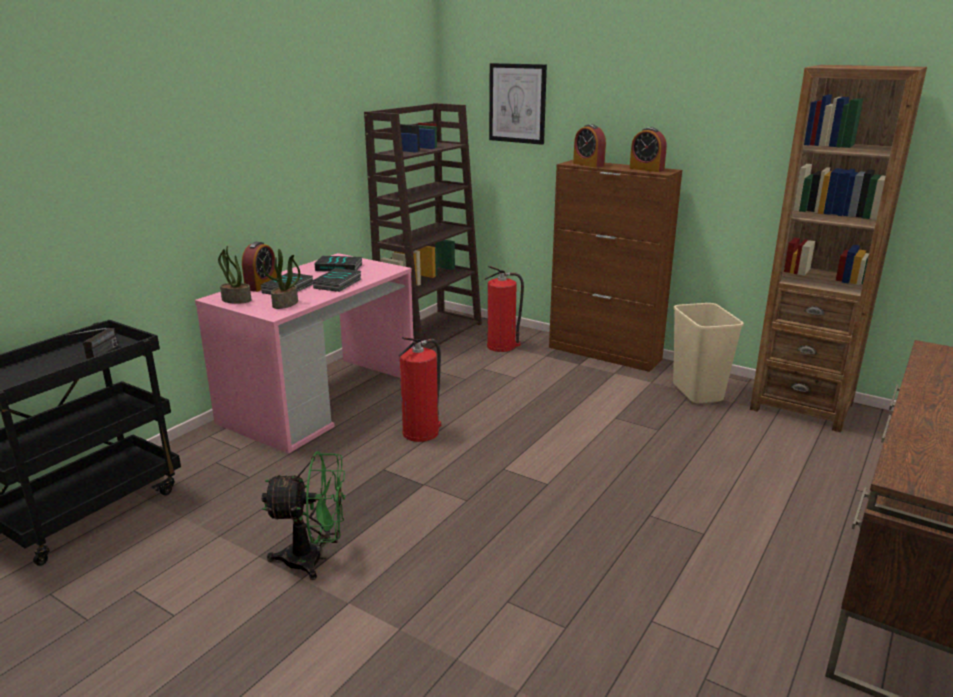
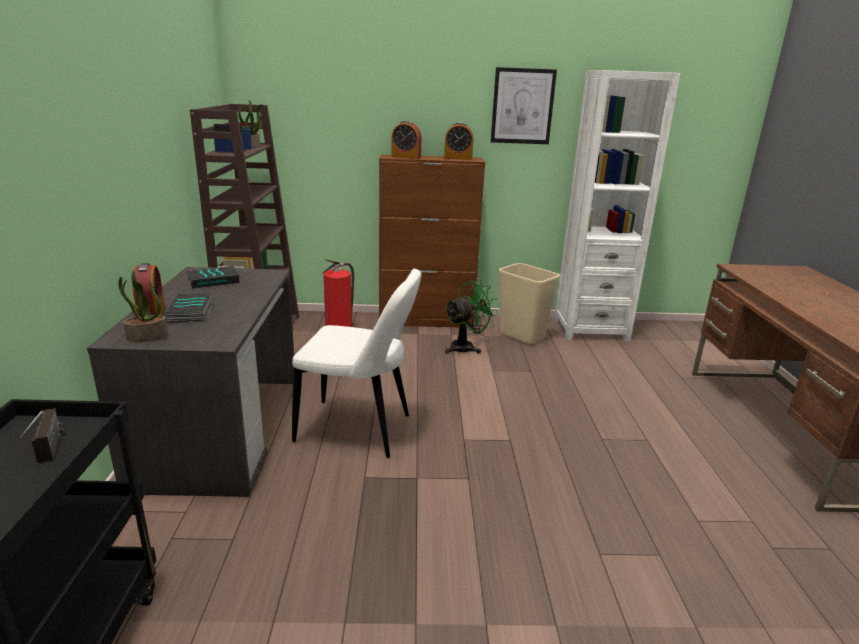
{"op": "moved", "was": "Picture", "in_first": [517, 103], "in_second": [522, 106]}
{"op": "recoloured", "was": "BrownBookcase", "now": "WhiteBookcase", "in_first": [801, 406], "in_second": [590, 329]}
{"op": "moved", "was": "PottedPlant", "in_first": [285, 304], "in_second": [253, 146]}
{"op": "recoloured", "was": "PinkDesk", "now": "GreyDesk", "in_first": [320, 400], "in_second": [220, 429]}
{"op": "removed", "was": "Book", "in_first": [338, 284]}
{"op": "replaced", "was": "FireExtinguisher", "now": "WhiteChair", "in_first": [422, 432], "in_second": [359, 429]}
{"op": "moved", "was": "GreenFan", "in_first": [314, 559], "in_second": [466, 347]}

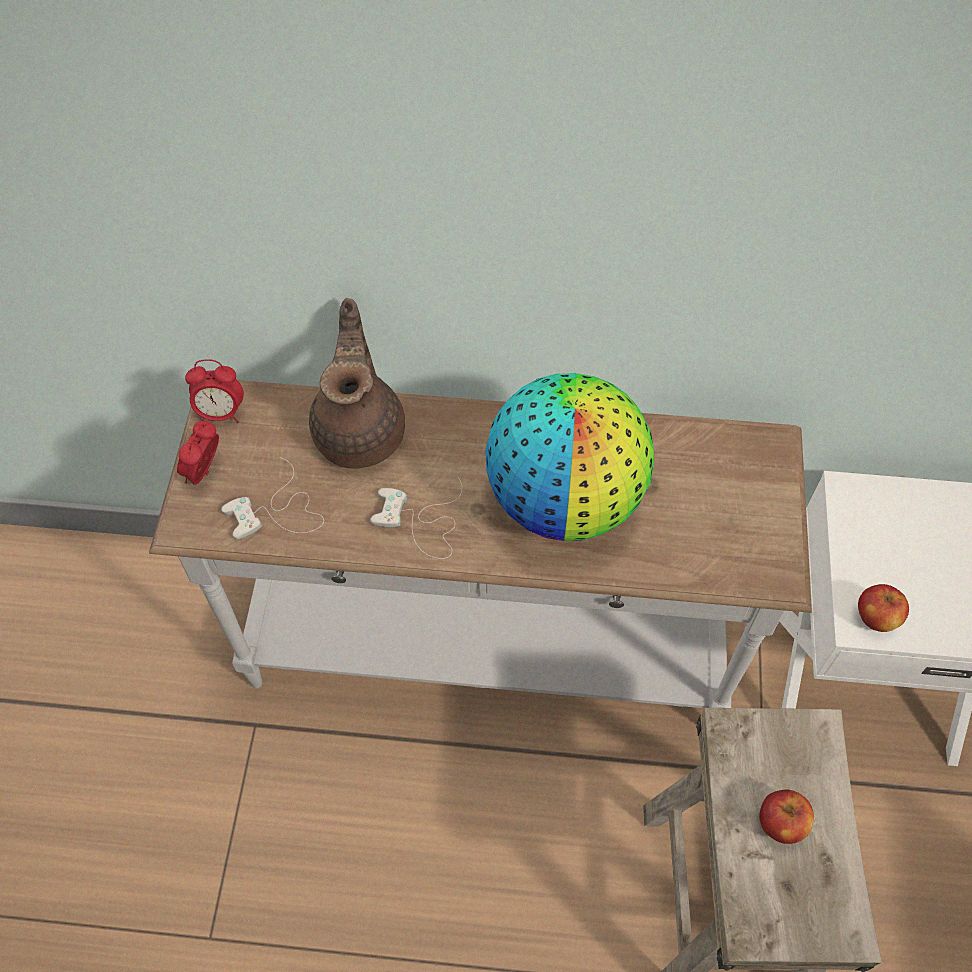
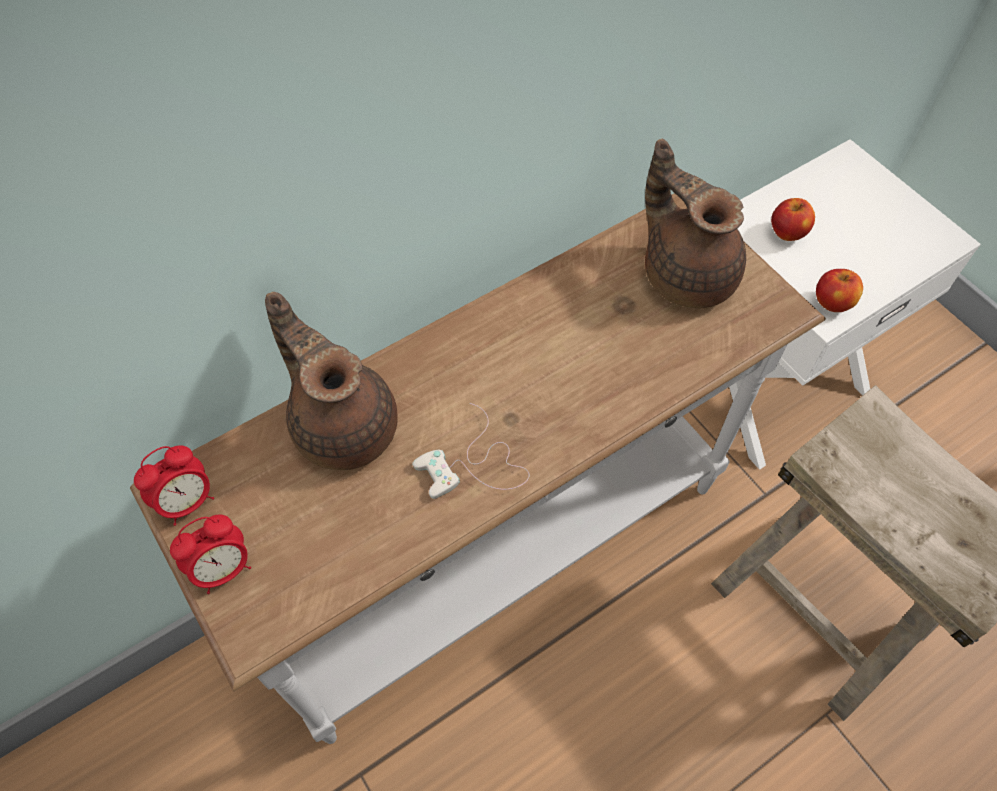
{"op": "removed", "was": "Globe", "in_first": [564, 499]}
{"op": "turned", "was": "AlarmClock", "in_first": [205, 472], "in_second": [223, 569], "clockwise": -105}
{"op": "removed", "was": "WhiteGameController", "in_first": [277, 511]}
{"op": "moved", "was": "Apple", "in_first": [780, 823], "in_second": [787, 233]}
{"op": "added", "now": "BrownTeapot", "in_second": [686, 273]}

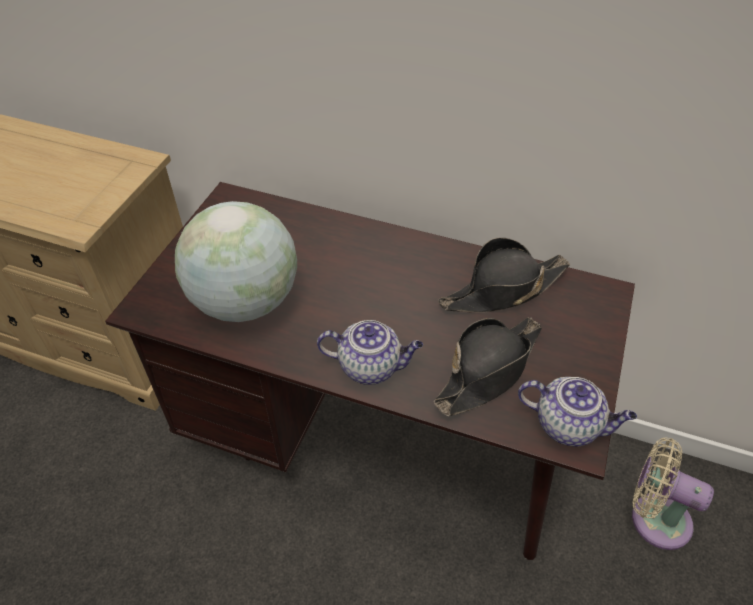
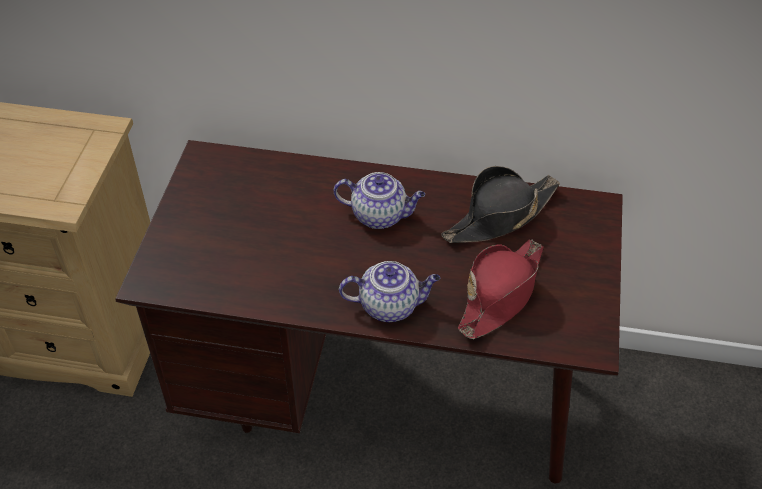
{"op": "removed", "was": "Globe", "in_first": [245, 302]}
{"op": "recoloured", "was": "BlackHat", "now": "RedHat", "in_first": [489, 370], "in_second": [501, 293]}
{"op": "moved", "was": "Teapot", "in_first": [568, 425], "in_second": [380, 215]}
{"op": "removed", "was": "BeigeFan", "in_first": [654, 517]}

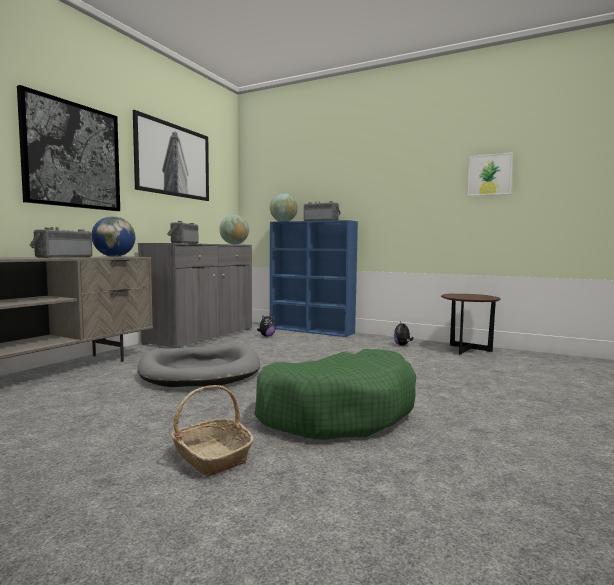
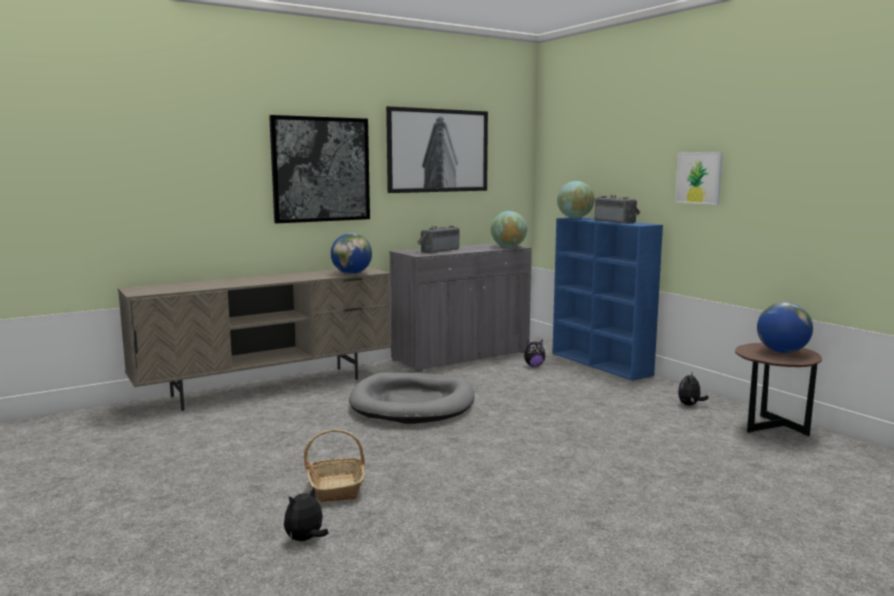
{"op": "moved", "was": "Picture", "in_first": [489, 175], "in_second": [699, 178]}
{"op": "removed", "was": "Radio", "in_first": [62, 257]}
{"op": "removed", "was": "GreenDogBed", "in_first": [337, 412]}
{"op": "added", "now": "Globe", "in_second": [782, 352]}
{"op": "added", "now": "PlushToy", "in_second": [305, 540]}

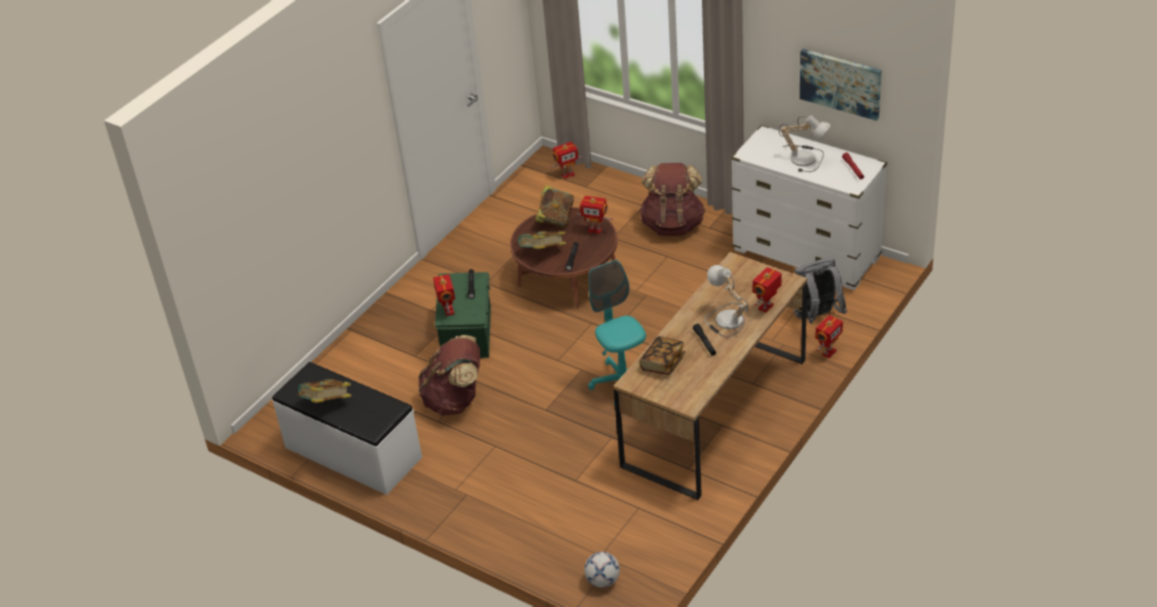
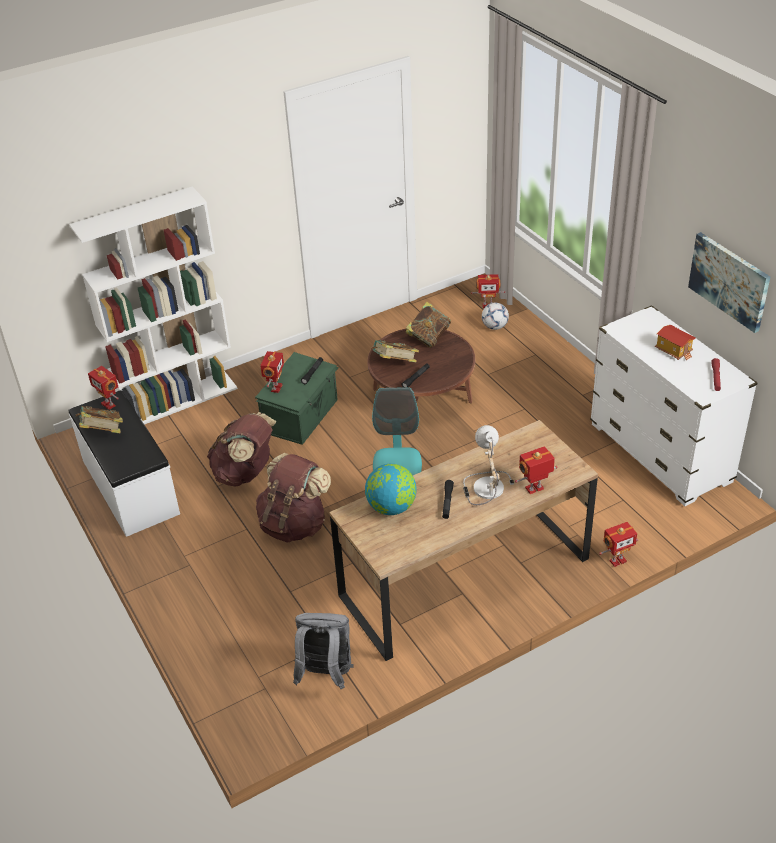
{"op": "replaced", "was": "TableLamp", "now": "ToyHouse", "in_first": [805, 157], "in_second": [674, 351]}
{"op": "moved", "was": "BrownBackpack", "in_first": [673, 225], "in_second": [294, 524]}
{"op": "moved", "was": "ToyRobot", "in_first": [595, 230], "in_second": [109, 404]}
{"op": "moved", "was": "GreyBackpack", "in_first": [816, 317], "in_second": [325, 674]}
{"op": "replaced", "was": "Book", "now": "Globe", "in_first": [662, 363], "in_second": [392, 507]}
{"op": "moved", "was": "Football", "in_first": [603, 581], "in_second": [494, 327]}
{"op": "added", "now": "WhiteBookcase", "in_second": [178, 399]}

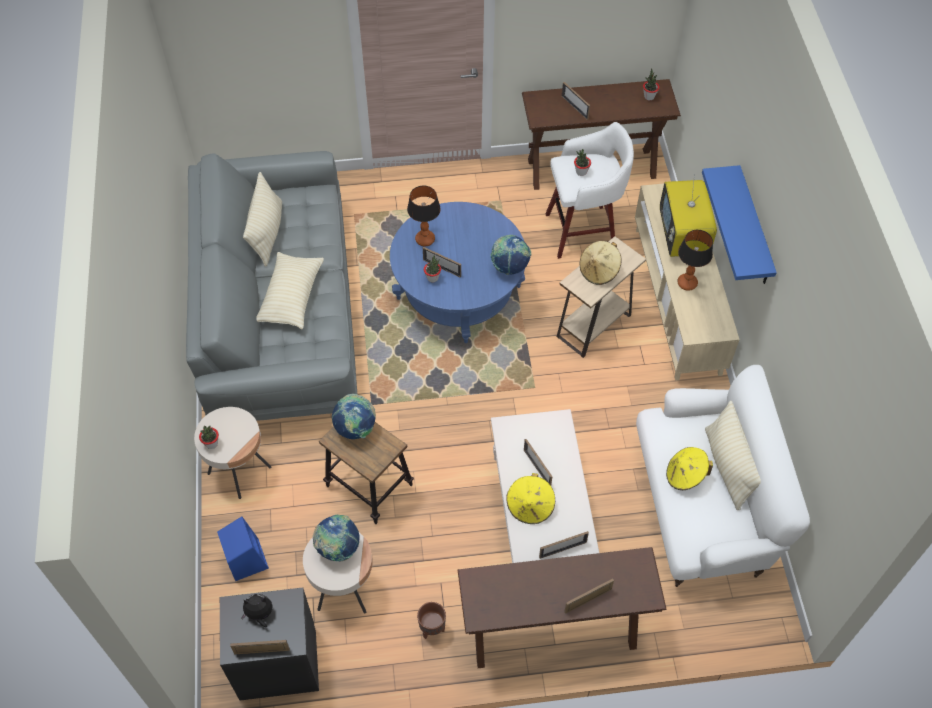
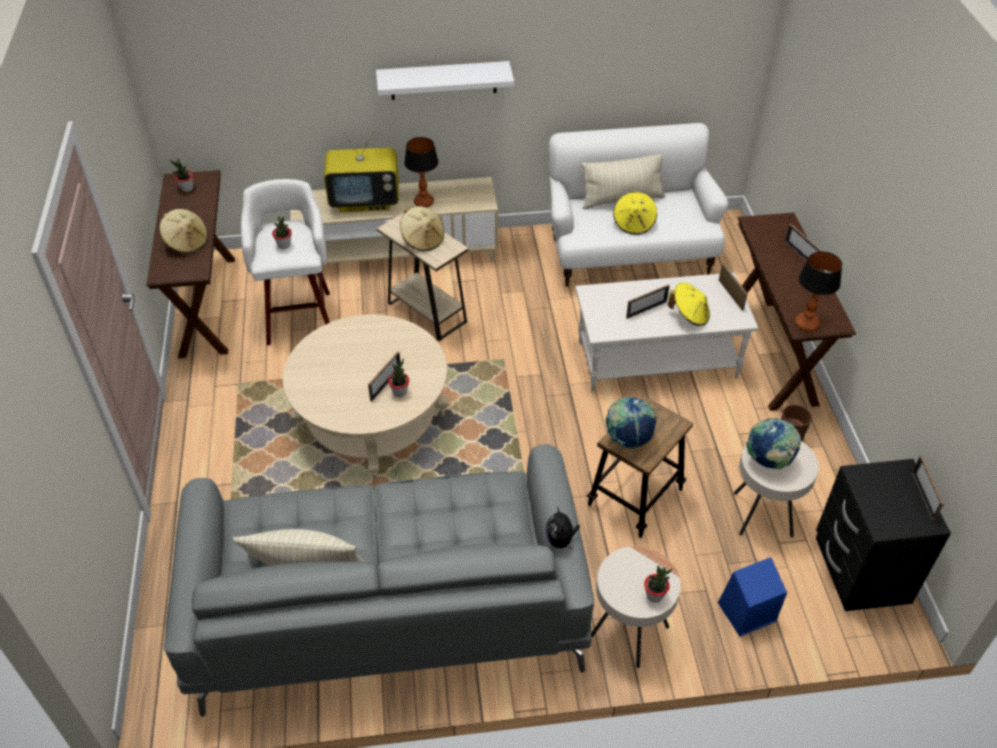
{"op": "replaced", "was": "PictureFrame", "now": "BeigeHat", "in_first": [574, 107], "in_second": [186, 242]}
{"op": "recoloured", "was": "BlueShelf", "now": "WhiteShelf", "in_first": [754, 228], "in_second": [443, 80]}
{"op": "moved", "was": "TableLamp", "in_first": [425, 239], "in_second": [806, 324]}
{"op": "recoloured", "was": "BlueCoffeeTable", "now": "BeigeCoffeeTable", "in_first": [458, 292], "in_second": [371, 422]}
{"op": "removed", "was": "Globe", "in_first": [510, 267]}
{"op": "removed", "was": "BeigePillow", "in_first": [291, 297]}
{"op": "moved", "was": "PlushToy", "in_first": [259, 614], "in_second": [560, 541]}

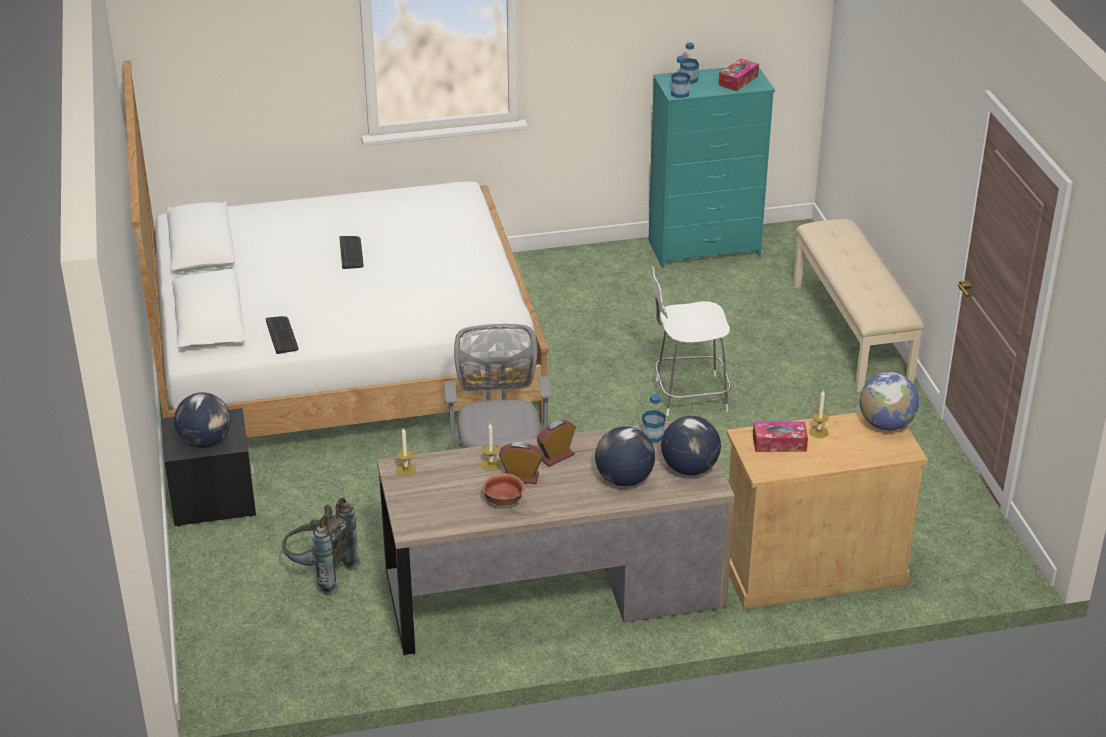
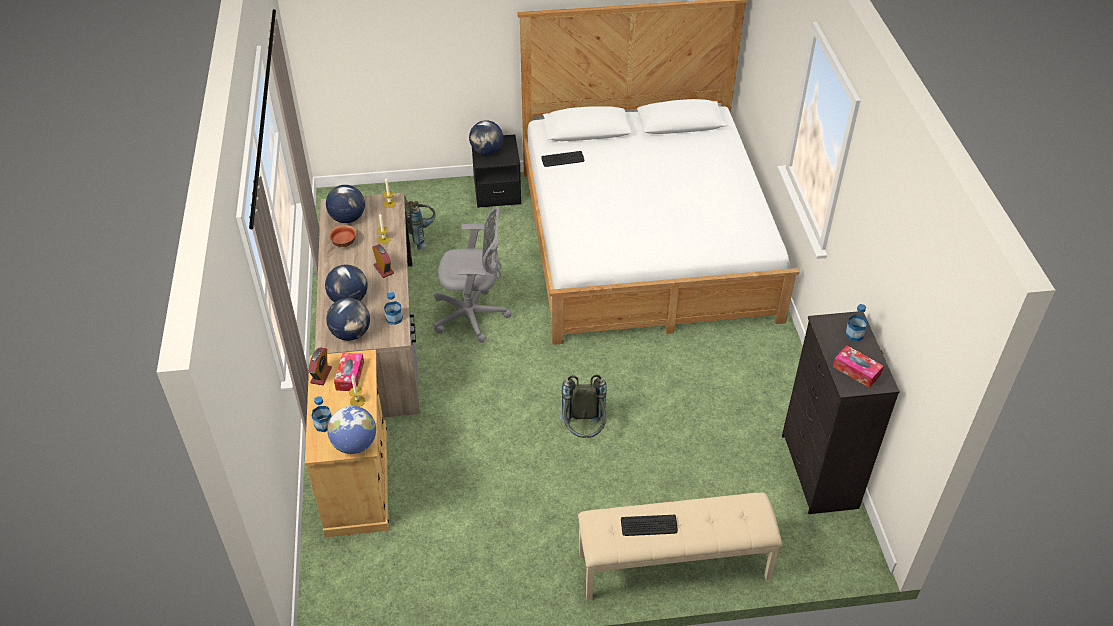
{"op": "moved", "was": "Bottle", "in_first": [680, 93], "in_second": [323, 424]}
{"op": "recoloured", "was": "TurquoiseDresser", "now": "BlackDresser", "in_first": [705, 249], "in_second": [818, 472]}
{"op": "moved", "was": "Keyboard", "in_first": [351, 253], "in_second": [649, 526]}
{"op": "replaced", "was": "WhiteChair", "now": "GreyBackpack", "in_first": [688, 395], "in_second": [584, 431]}
{"op": "moved", "was": "AlarmClock", "in_first": [521, 477], "in_second": [321, 375]}
{"op": "added", "now": "Globe", "in_second": [348, 218]}

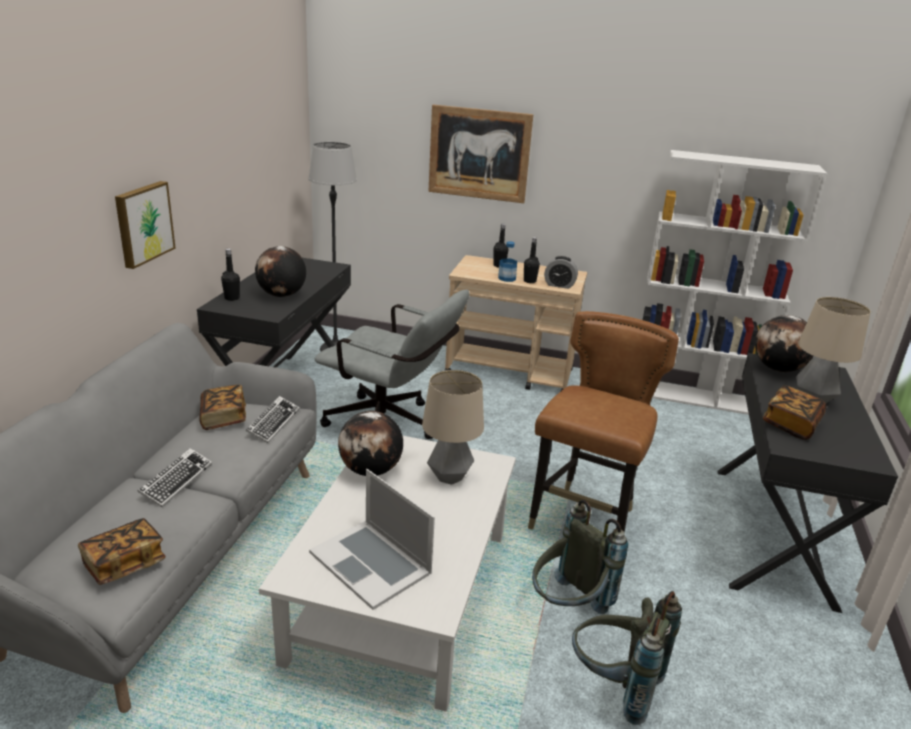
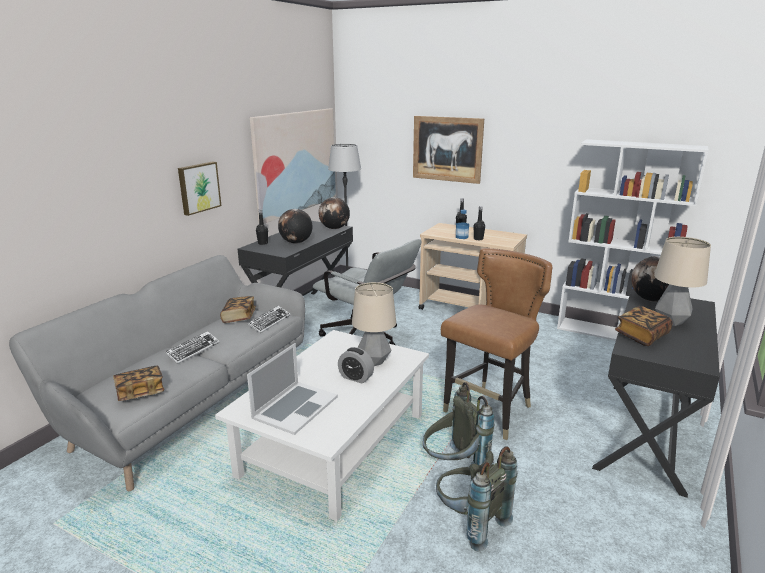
{"op": "moved", "was": "AlarmClock", "in_first": [559, 285], "in_second": [356, 378]}
{"op": "moved", "was": "Globe", "in_first": [371, 471], "in_second": [334, 228]}
{"op": "turned", "was": "Laptop", "in_first": [371, 562], "in_second": [295, 407], "clockwise": -120}
{"op": "added", "now": "Picture", "in_second": [296, 162]}

